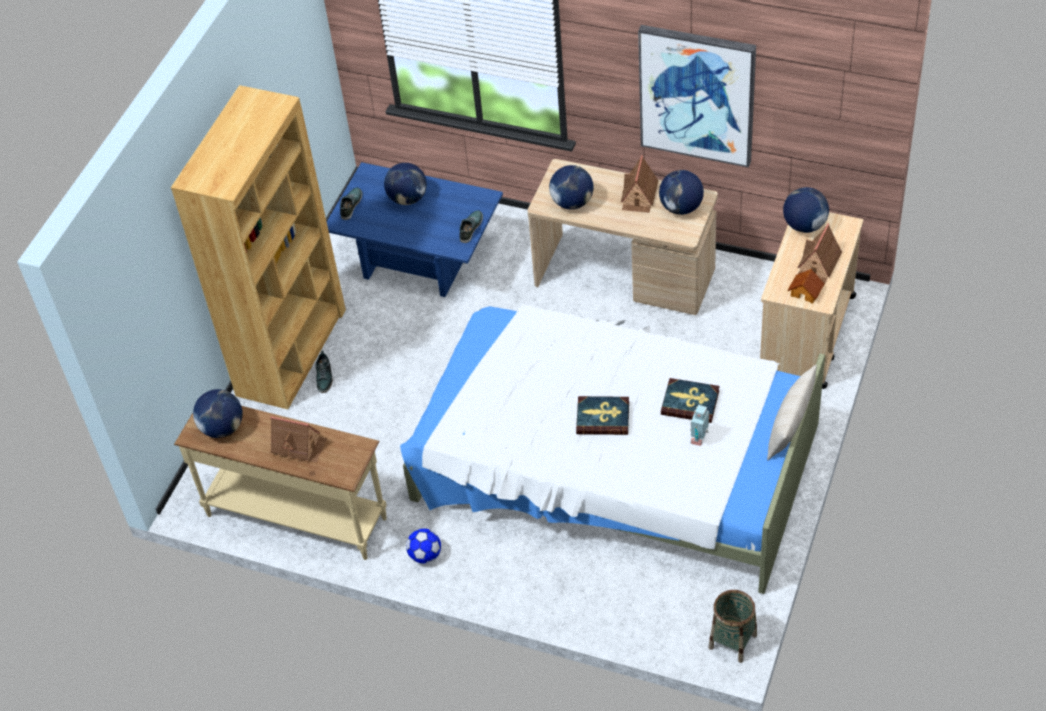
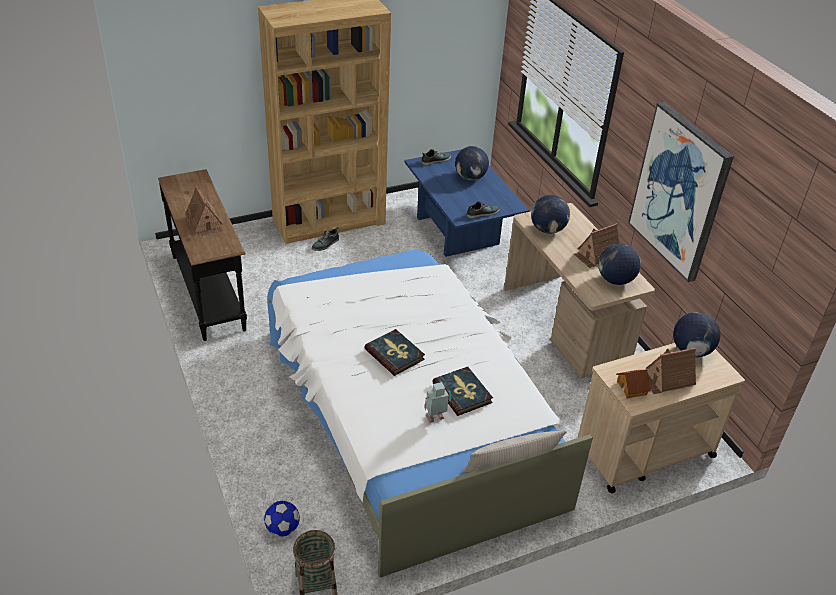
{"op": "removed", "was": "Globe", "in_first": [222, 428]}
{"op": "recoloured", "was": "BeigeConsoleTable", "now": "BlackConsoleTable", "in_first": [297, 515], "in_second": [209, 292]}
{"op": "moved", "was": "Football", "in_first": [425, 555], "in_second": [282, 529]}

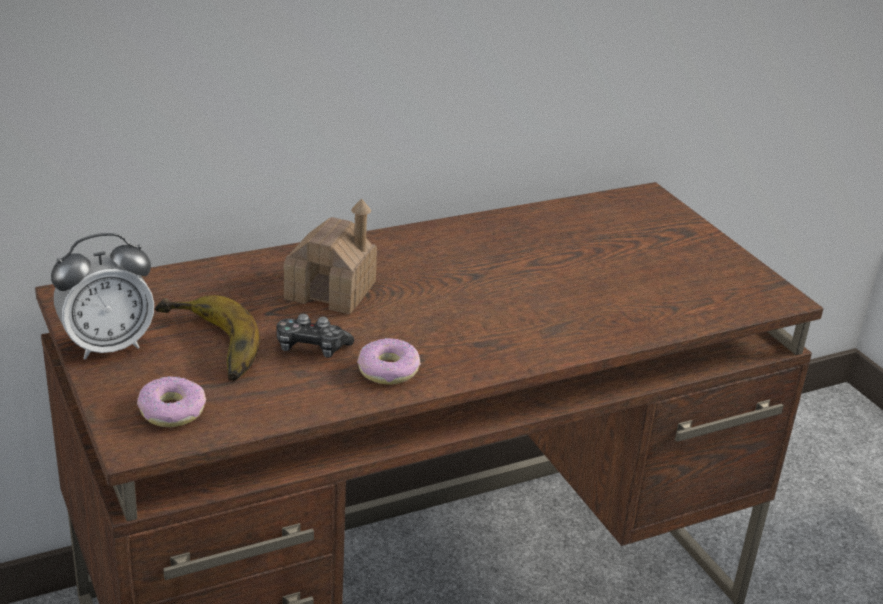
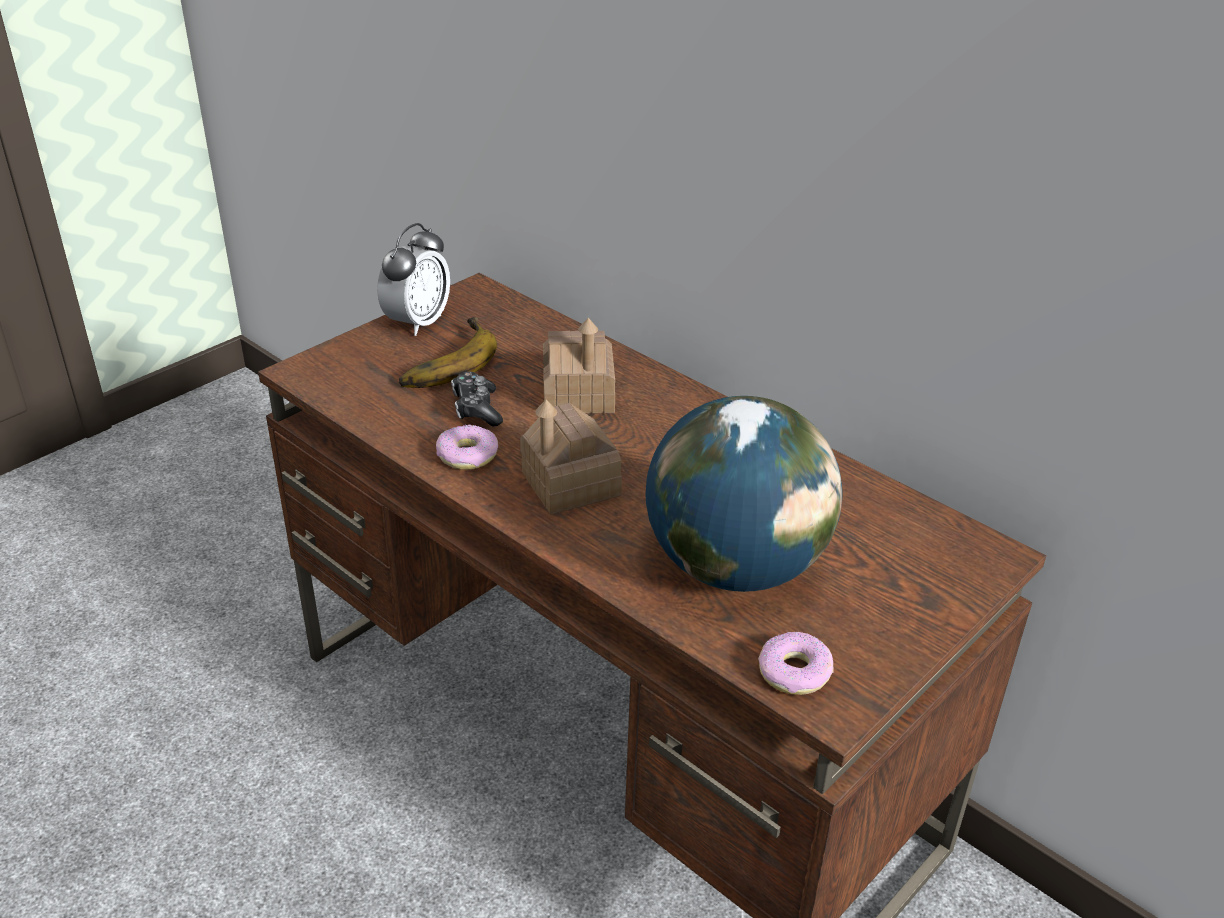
{"op": "turned", "was": "AlarmClock", "in_first": [108, 346], "in_second": [417, 322], "clockwise": -105}
{"op": "moved", "was": "Donut", "in_first": [172, 411], "in_second": [795, 672]}
{"op": "added", "now": "Globe", "in_second": [733, 567]}
{"op": "added", "now": "ToyHouse", "in_second": [570, 484]}

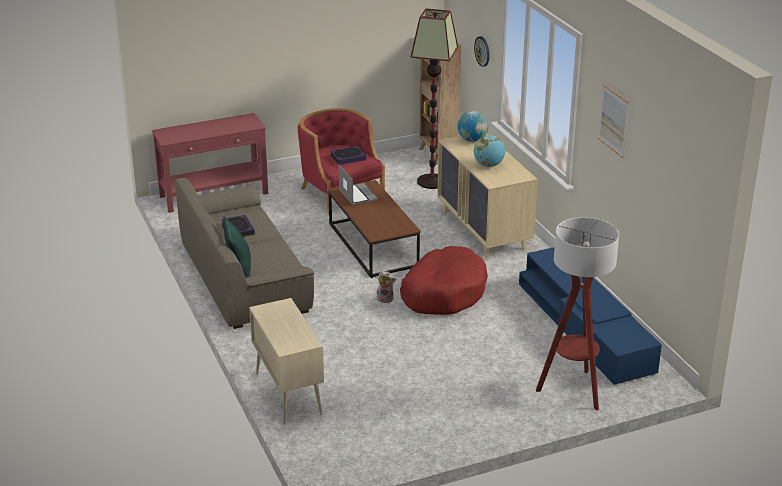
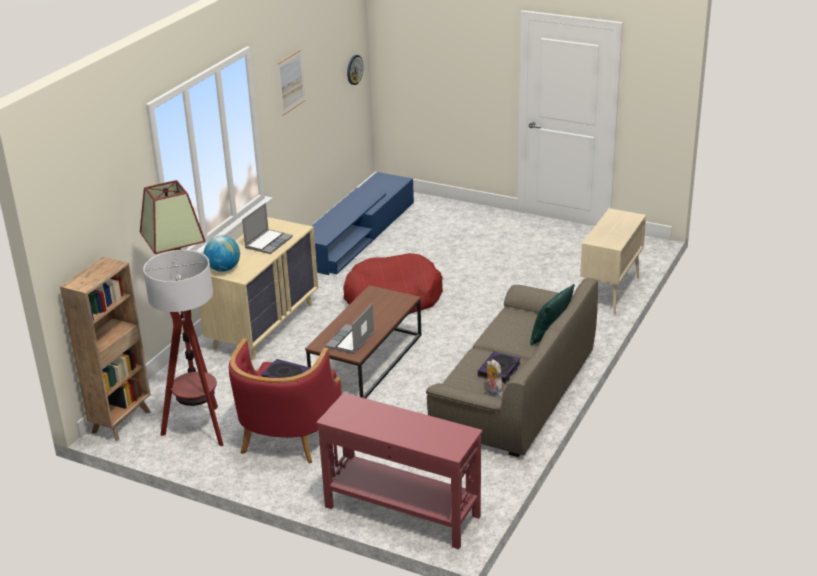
{"op": "moved", "was": "WallClock", "in_first": [482, 51], "in_second": [354, 69]}
{"op": "replaced", "was": "Globe", "now": "Laptop", "in_first": [489, 165], "in_second": [268, 242]}
{"op": "moved", "was": "FloorLamp", "in_first": [573, 390], "in_second": [200, 429]}
{"op": "moved", "was": "PlushToy", "in_first": [385, 299], "in_second": [493, 393]}

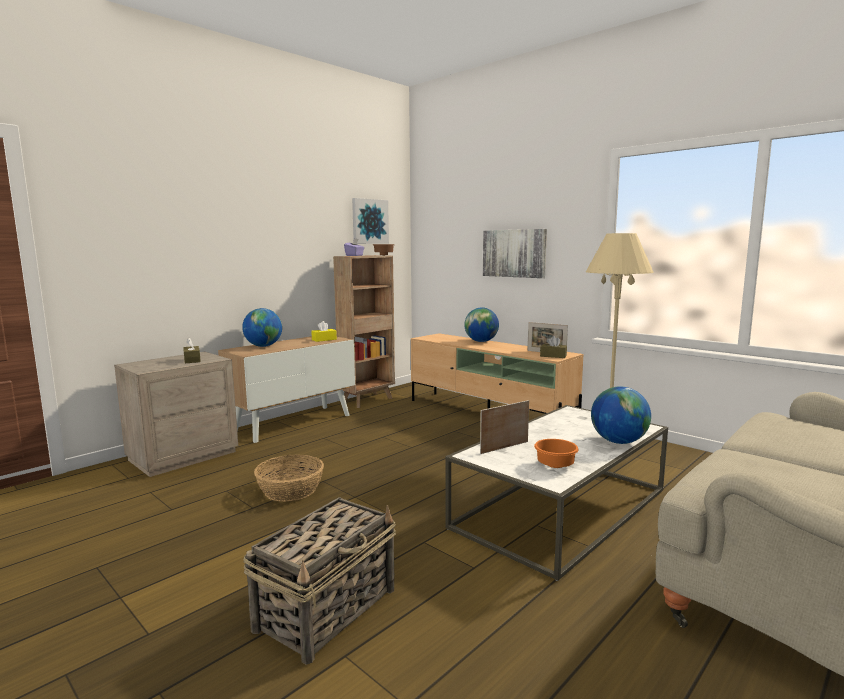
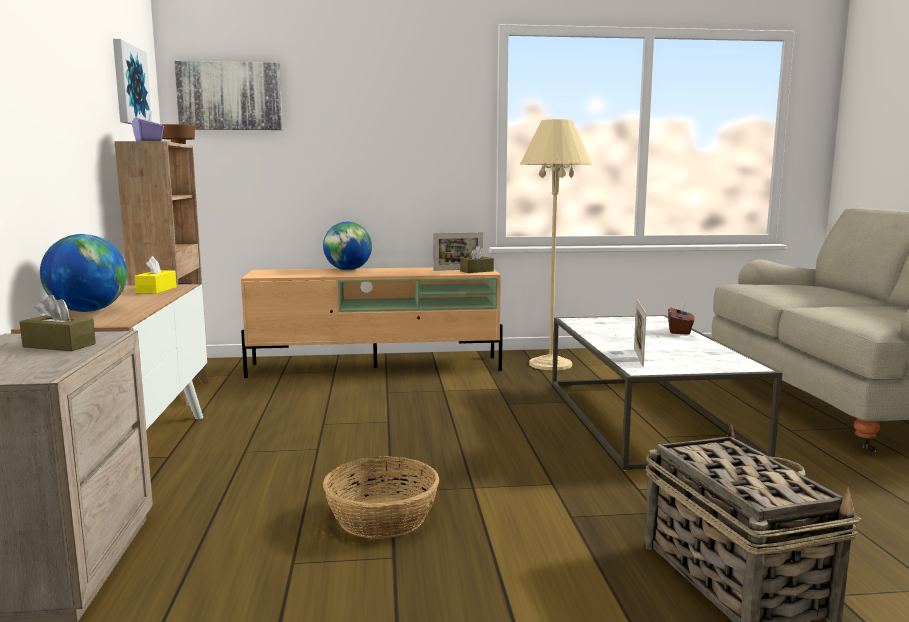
{"op": "moved", "was": "Picture", "in_first": [514, 253], "in_second": [230, 96]}
{"op": "replaced", "was": "Globe", "now": "BrownTissueBox", "in_first": [618, 442], "in_second": [680, 331]}
{"op": "removed", "was": "OrangeBowl", "in_first": [554, 465]}

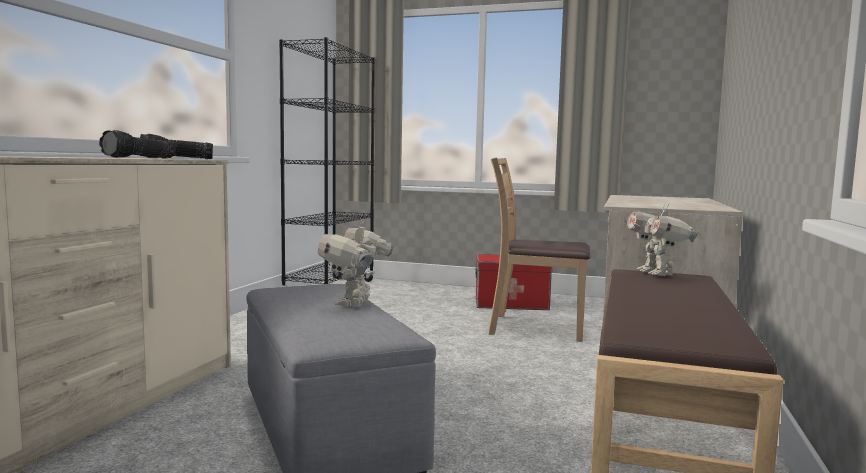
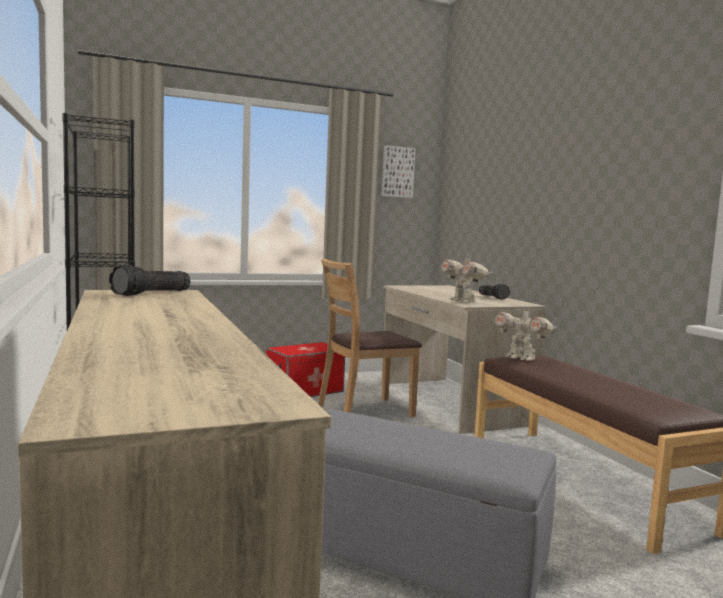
{"op": "moved", "was": "Flashlight", "in_first": [140, 158], "in_second": [493, 297]}
{"op": "moved", "was": "ToyRobot", "in_first": [356, 303], "in_second": [463, 302]}
{"op": "added", "now": "Picture", "in_second": [397, 172]}

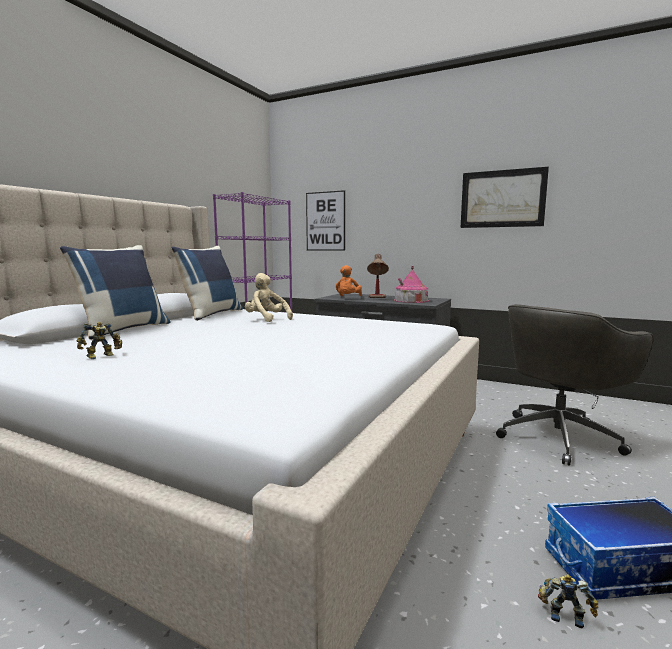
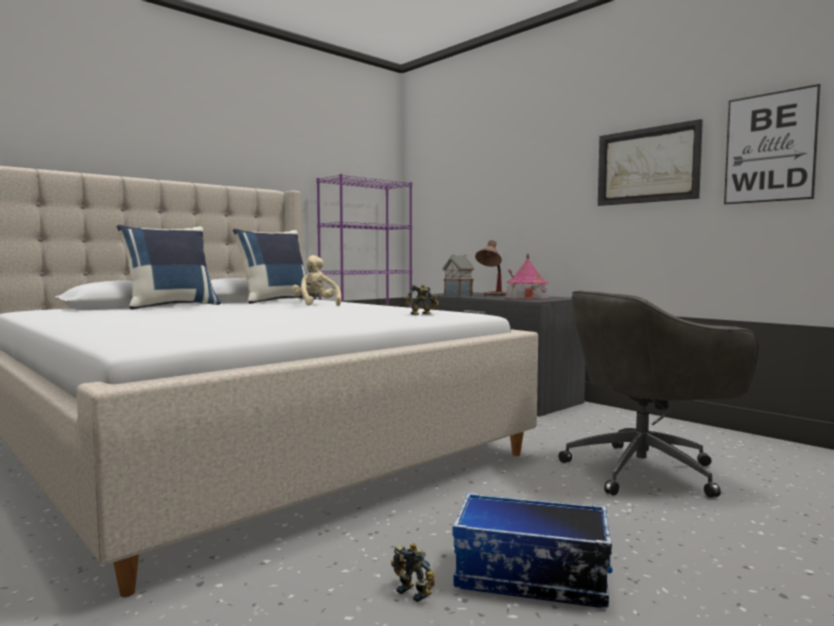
{"op": "moved", "was": "Picture", "in_first": [325, 221], "in_second": [770, 147]}
{"op": "replaced", "was": "OrangePlushToy", "now": "ToyHouse", "in_first": [348, 298], "in_second": [458, 295]}
{"op": "moved", "was": "ToyRobot", "in_first": [102, 356], "in_second": [422, 314]}

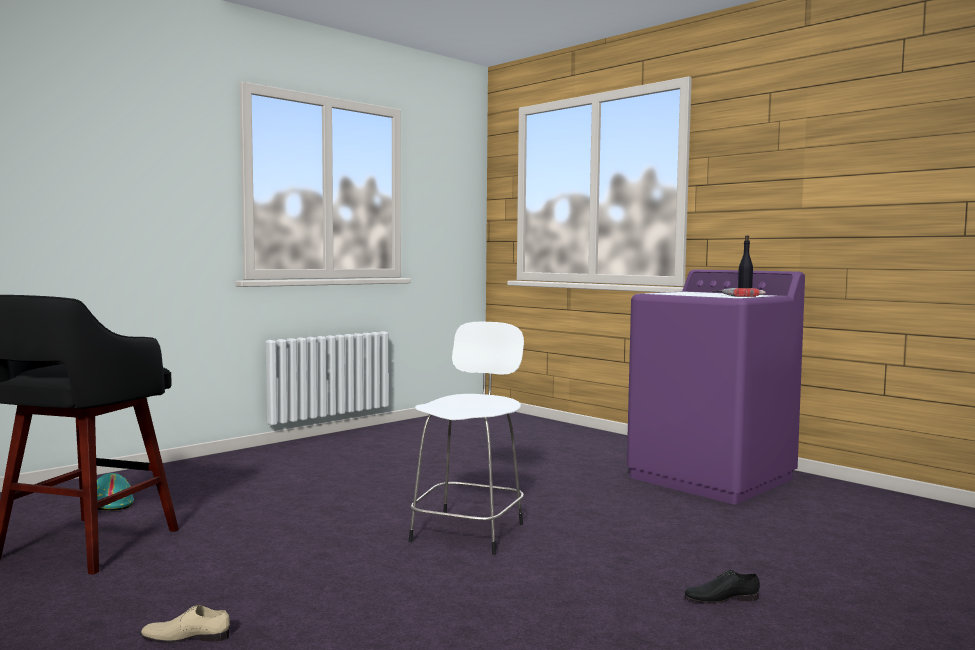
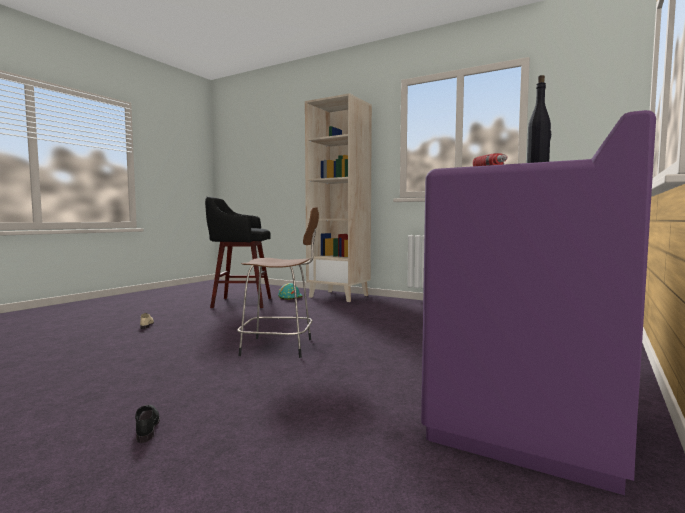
{"op": "recoloured", "was": "WhiteStool", "now": "BrownStool", "in_first": [469, 531], "in_second": [280, 347]}
{"op": "added", "now": "BeigeBookcase", "in_second": [339, 296]}

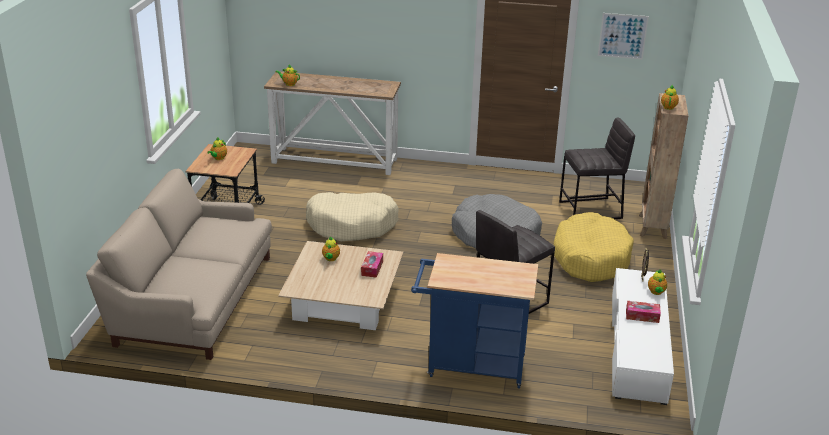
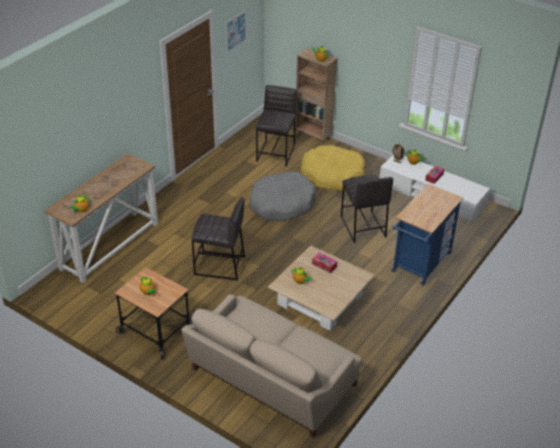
{"op": "replaced", "was": "BeigeDogBed", "now": "GreyStool", "in_first": [352, 225], "in_second": [220, 266]}

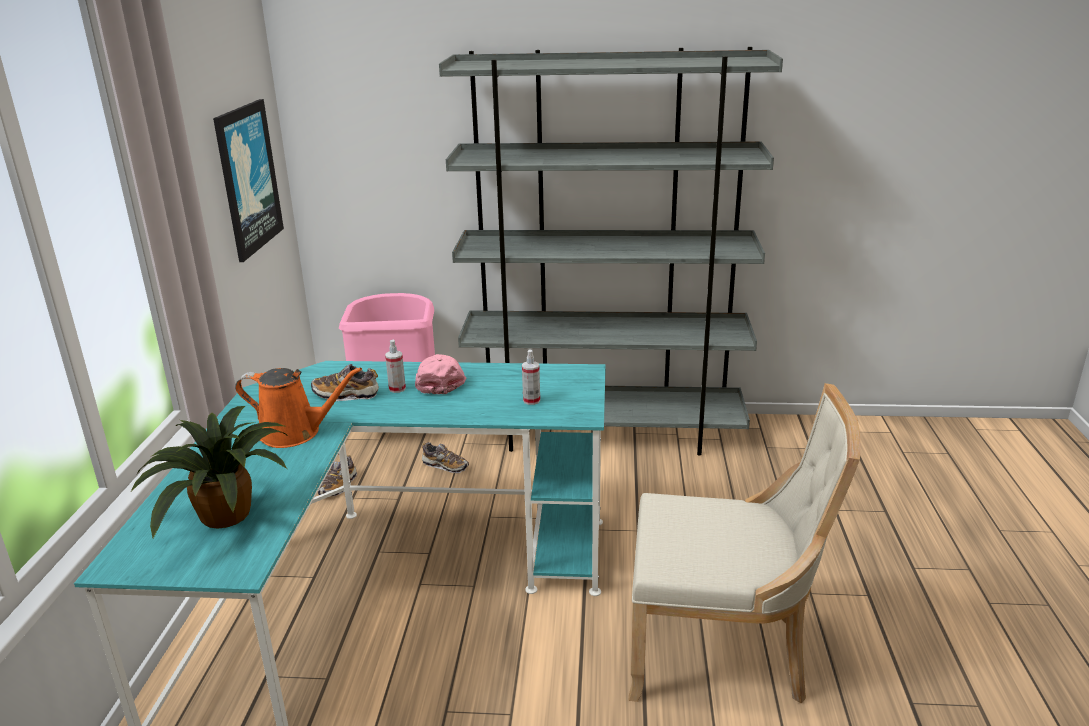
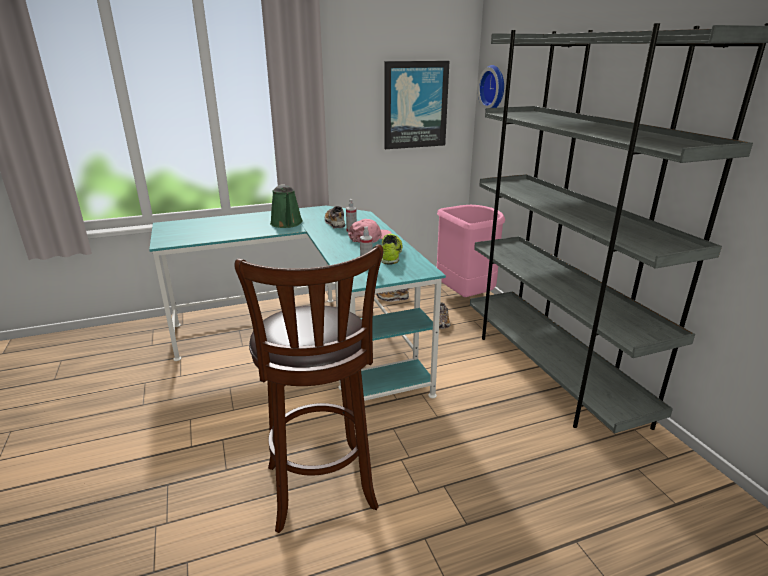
{"op": "recoloured", "was": "OrangeWateringCan", "now": "GreenWateringCan", "in_first": [295, 433], "in_second": [287, 224]}
{"op": "replaced", "was": "BeigeChair", "now": "BrownStool", "in_first": [722, 652], "in_second": [322, 492]}
{"op": "removed", "was": "PottedPlant", "in_first": [225, 518]}
{"op": "added", "now": "WallClock", "in_second": [494, 88]}
{"op": "added", "now": "Shoe", "in_second": [391, 254]}

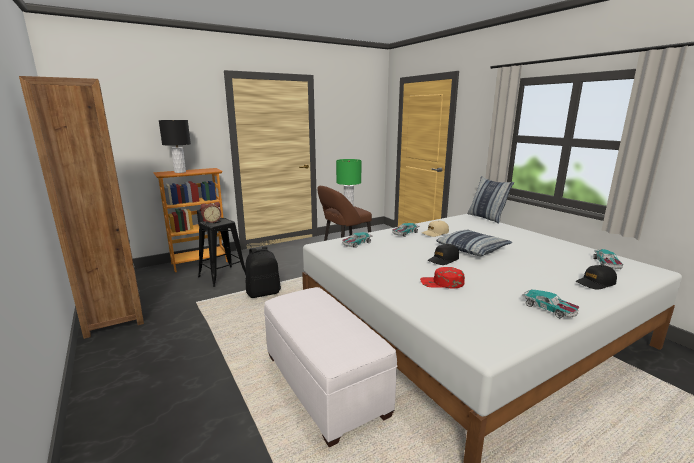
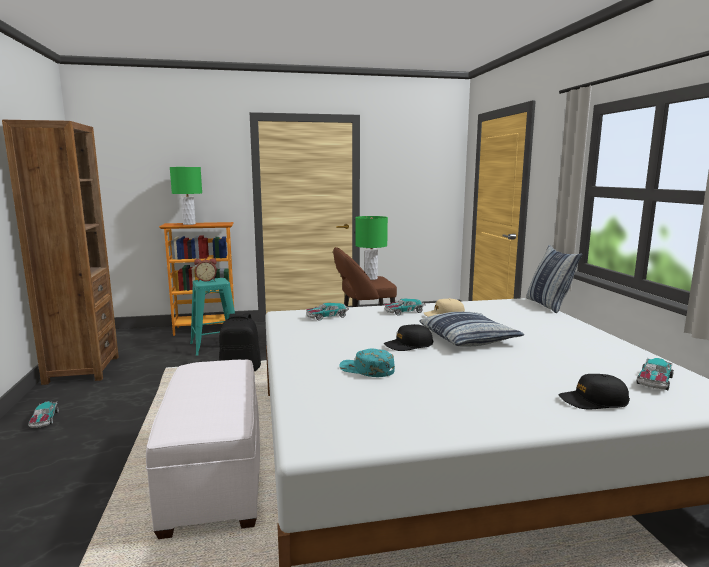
{"op": "recoloured", "was": "BlackTableLamp", "now": "GreenTableLamp", "in_first": [180, 172], "in_second": [189, 224]}
{"op": "recoloured", "was": "BlackStool", "now": "TurquoiseStool", "in_first": [222, 276], "in_second": [214, 346]}
{"op": "recoloured", "was": "RedCap", "now": "TurquoiseCap", "in_first": [442, 283], "in_second": [366, 369]}
{"op": "moved", "was": "ToyCar", "in_first": [549, 309], "in_second": [44, 420]}

